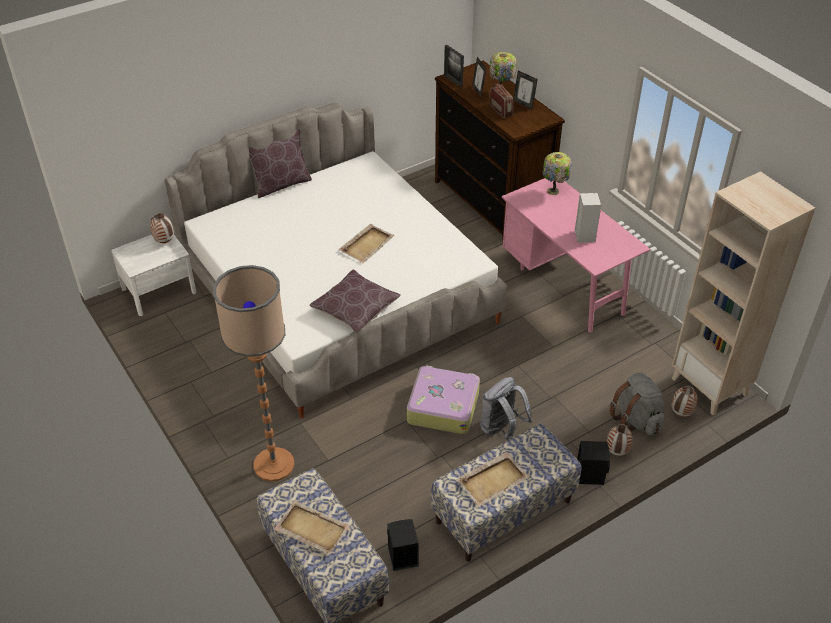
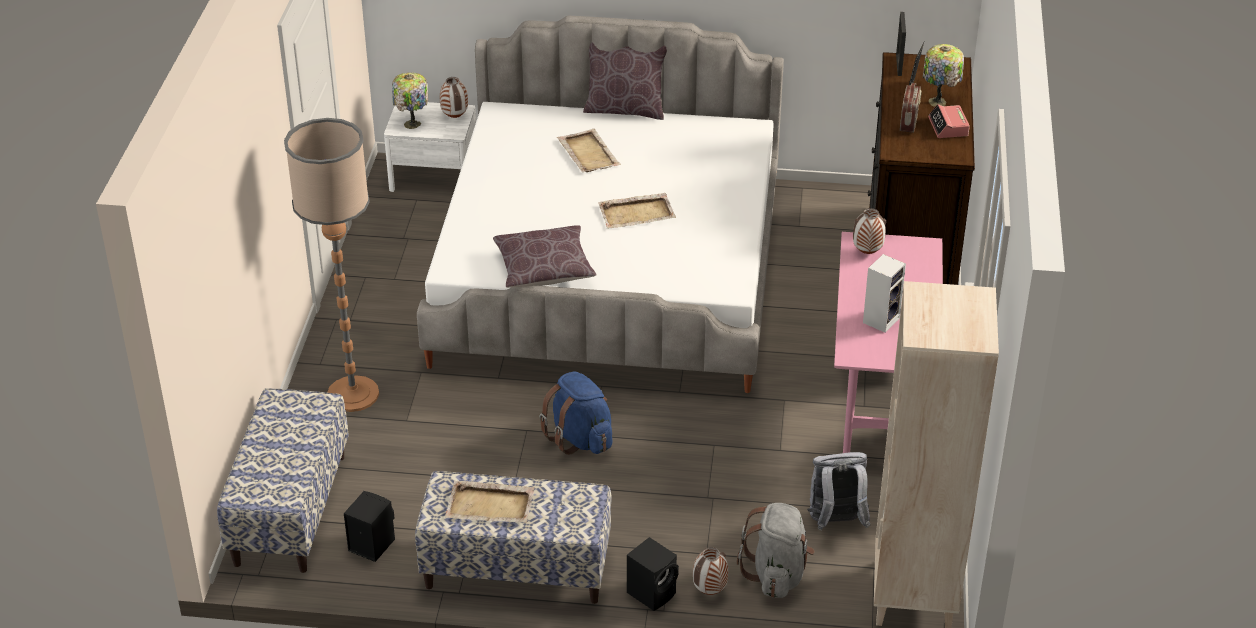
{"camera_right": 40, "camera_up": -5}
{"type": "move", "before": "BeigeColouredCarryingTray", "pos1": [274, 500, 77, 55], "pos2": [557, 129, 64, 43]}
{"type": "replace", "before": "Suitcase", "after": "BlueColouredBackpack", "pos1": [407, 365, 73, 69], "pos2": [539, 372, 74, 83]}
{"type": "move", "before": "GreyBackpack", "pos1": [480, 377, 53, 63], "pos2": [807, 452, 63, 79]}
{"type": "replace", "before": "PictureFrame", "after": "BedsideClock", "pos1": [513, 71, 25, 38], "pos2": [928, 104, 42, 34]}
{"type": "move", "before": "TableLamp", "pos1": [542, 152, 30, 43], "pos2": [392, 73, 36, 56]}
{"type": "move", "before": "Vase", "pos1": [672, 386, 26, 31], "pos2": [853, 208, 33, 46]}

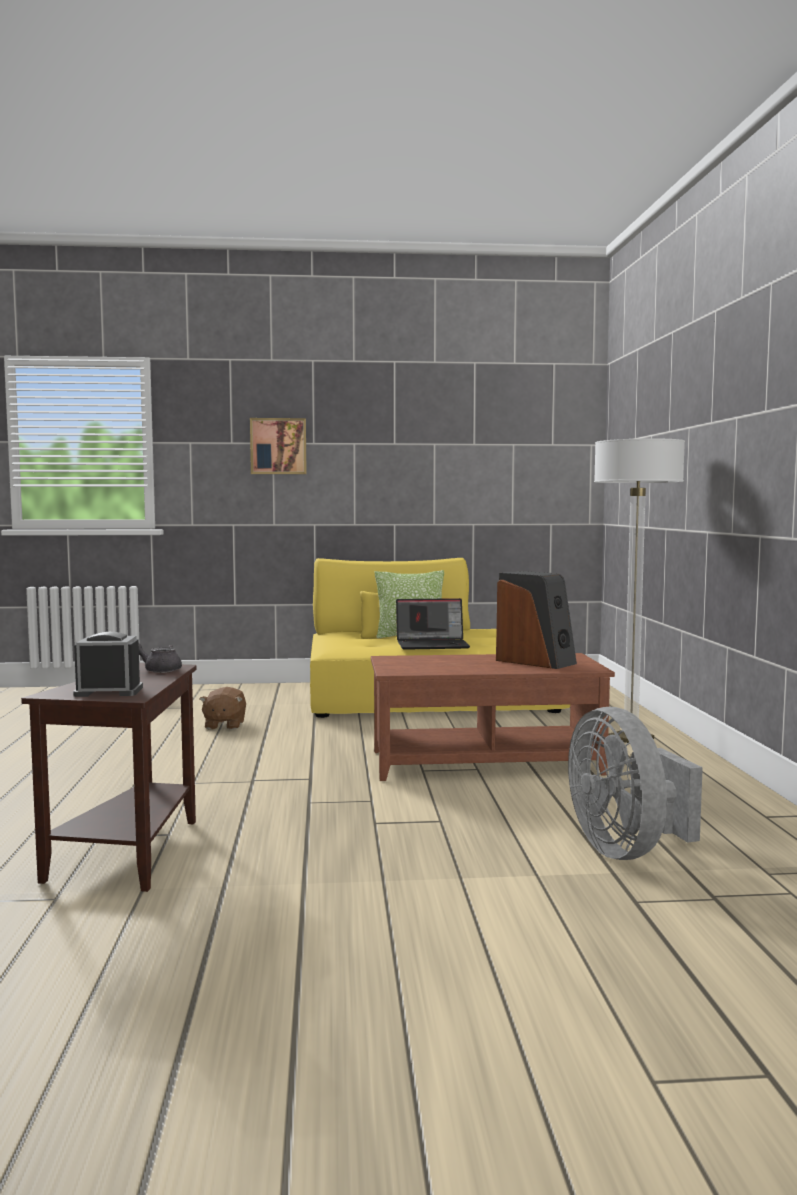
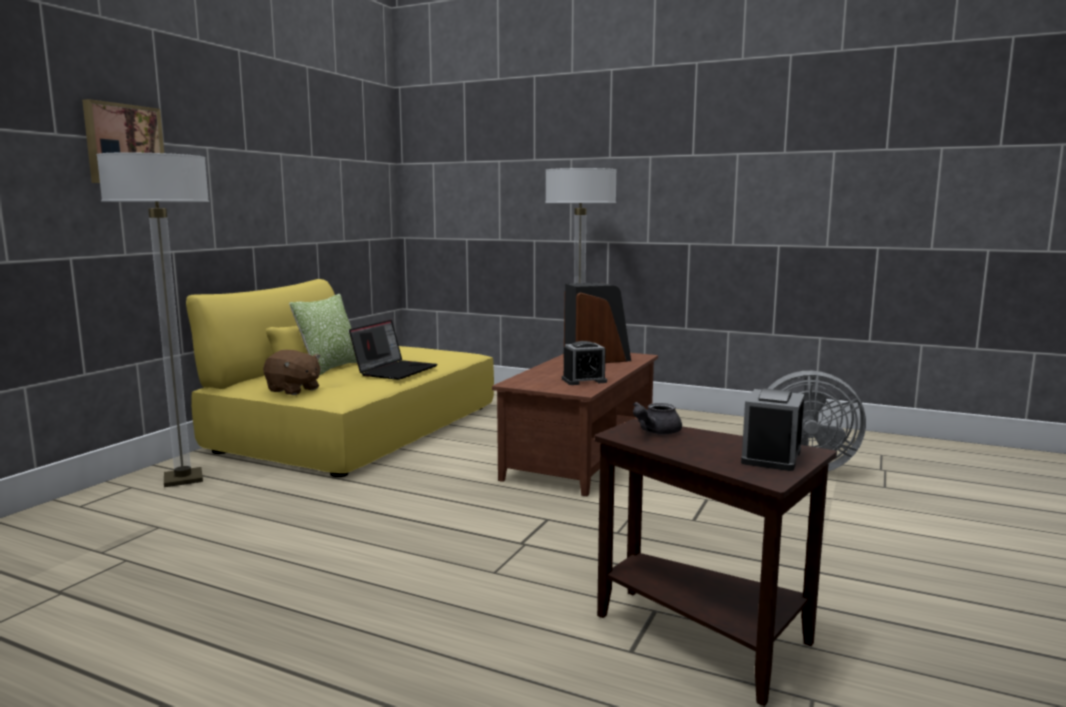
{"camera_right": -60, "camera_up": 5}
{"type": "move", "before": "BrownCuddlyToy", "pos1": [199, 687, 47, 43], "pos2": [263, 350, 57, 45]}
{"type": "insert", "after": "FloorLamp", "pos2": [96, 152, 113, 335]}
{"type": "insert", "after": "BedsideClock", "pos2": [562, 341, 45, 44]}

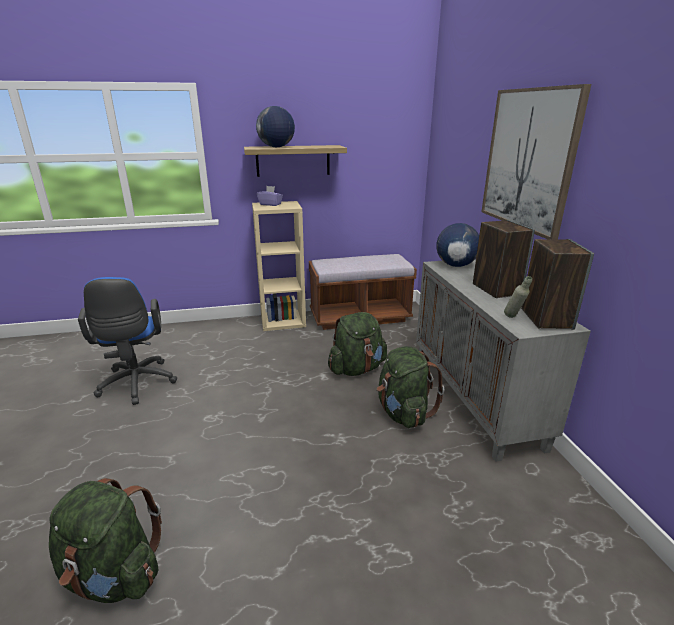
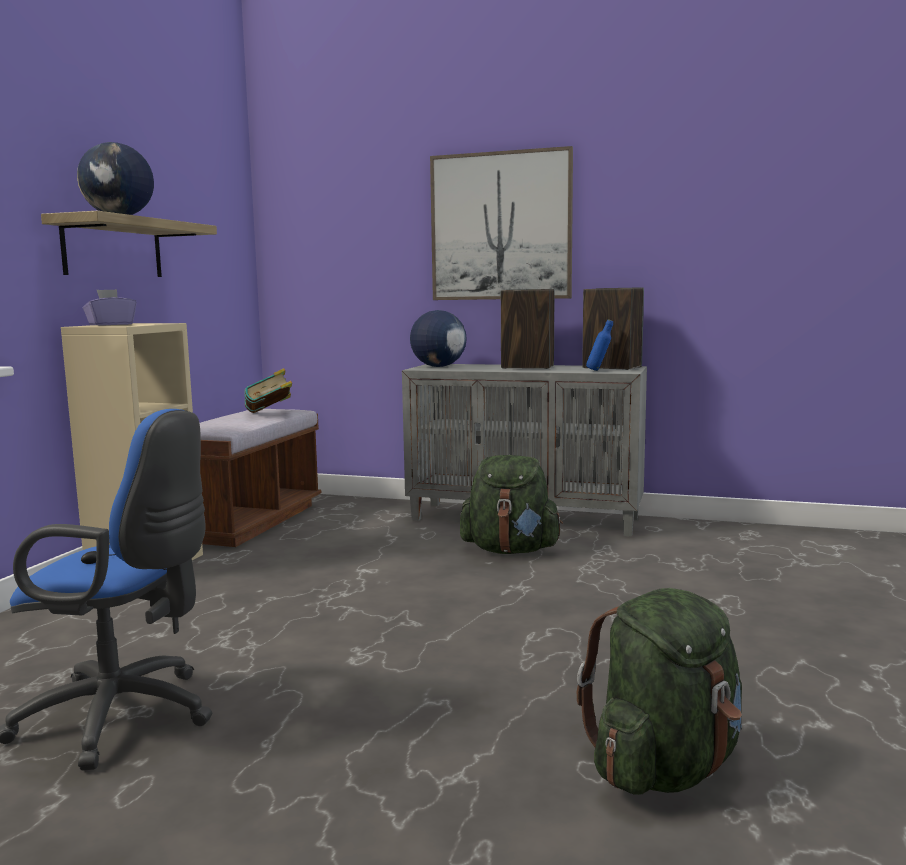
{"camera_right": -60, "camera_up": -15}
{"type": "delete", "before": "GreenColouredBackpack", "pos1": [328, 312, 59, 64]}
{"type": "recolor", "before": "GreyDrinkBottle", "after": "BlueColouredDrinkBottle", "pos1": [504, 276, 28, 42], "pos2": [586, 319, 27, 52]}
{"type": "insert", "after": "Book", "pos2": [244, 368, 48, 45]}

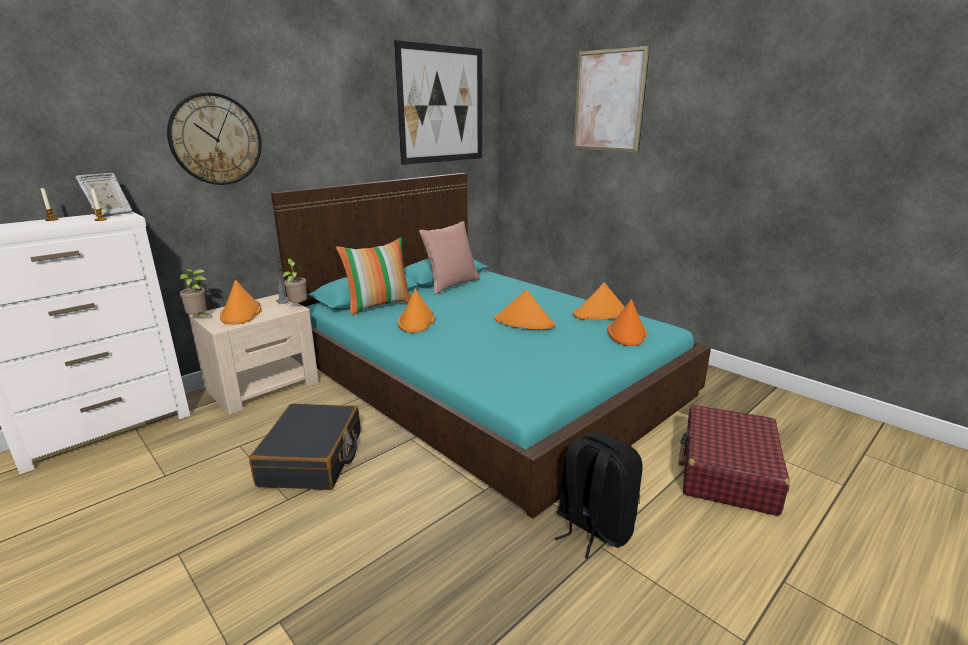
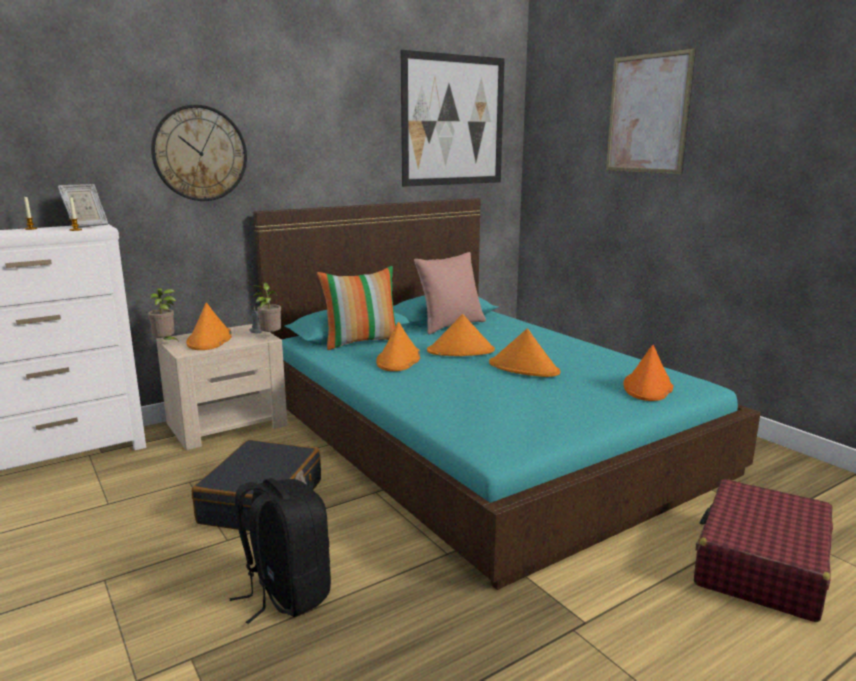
{"camera_right": 10, "camera_up": -5}
{"type": "move", "before": "BlackishBackpack", "pos1": [554, 432, 89, 127], "pos2": [230, 478, 101, 146]}
{"type": "move", "before": "OrangeyHat", "pos1": [573, 282, 52, 38], "pos2": [427, 314, 68, 42]}

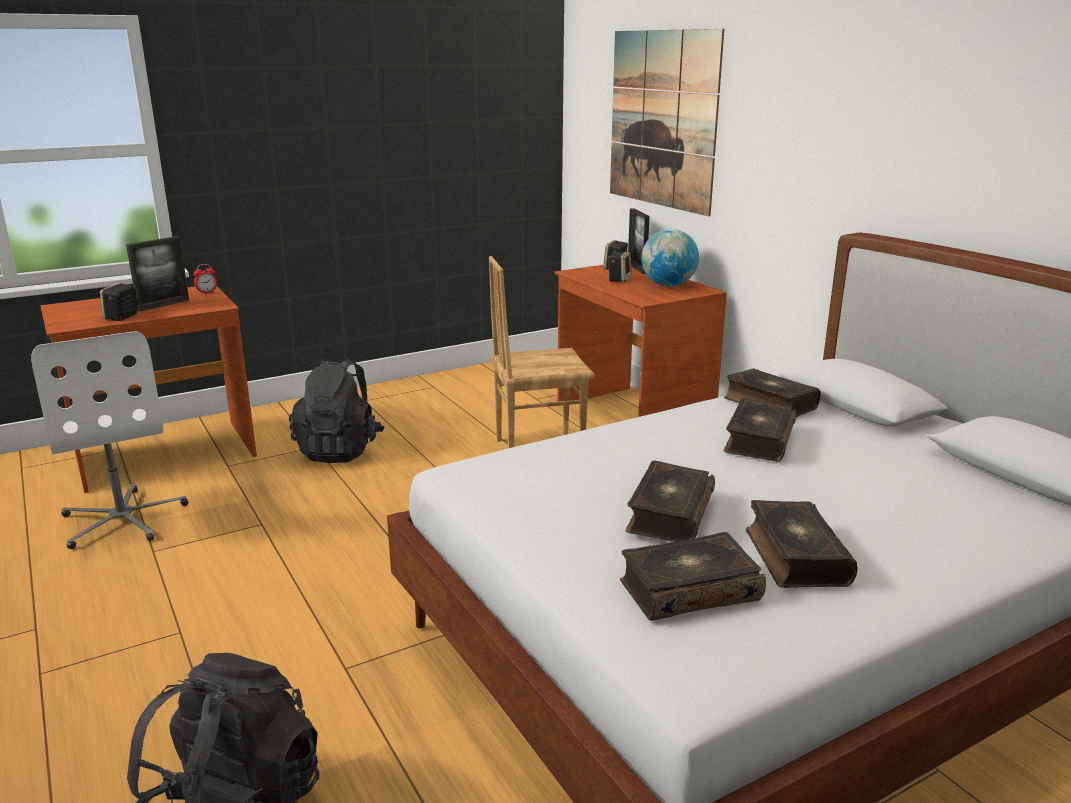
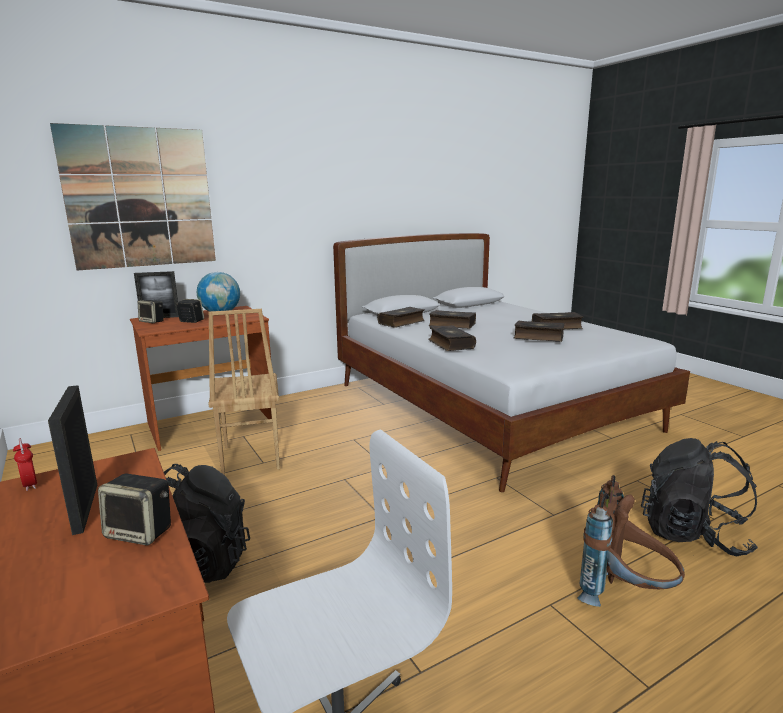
{"camera_right": -90, "camera_up": -5}
{"type": "rotate", "before": "PictureFrame", "pos1": [126, 236, 63, 75], "pos2": [48, 385, 49, 150], "turn": -150}
{"type": "move", "before": "Book", "pos1": [620, 532, 146, 89], "pos2": [428, 325, 48, 26]}
{"type": "insert", "after": "BrownBackpack", "pos2": [578, 475, 107, 132]}

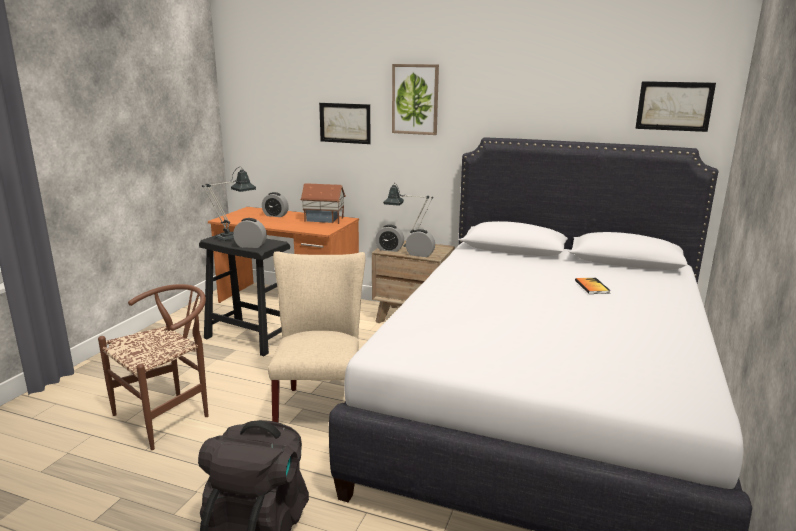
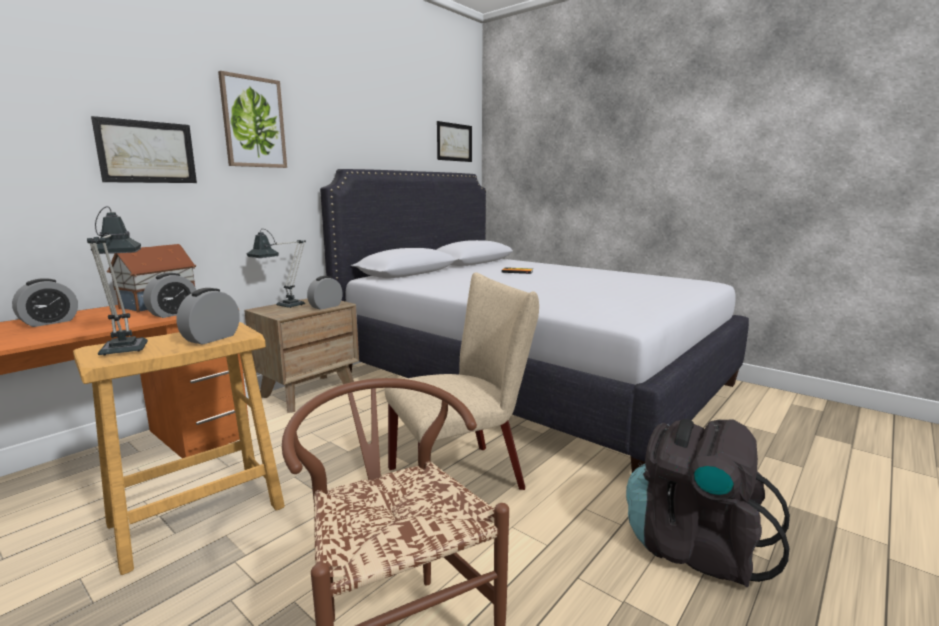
{"camera_right": -70, "camera_up": -5}
{"type": "recolor", "before": "BlackishSittingStool", "after": "BeigeColouredSittingStool", "pos1": [199, 232, 91, 124], "pos2": [73, 322, 212, 253]}
{"type": "rotate", "before": "BeigeColouredChair", "pos1": [268, 251, 97, 172], "pos2": [385, 272, 154, 218], "turn": 135}
{"type": "move", "before": "BedsideClock", "pos1": [375, 225, 29, 27], "pos2": [143, 273, 53, 45]}

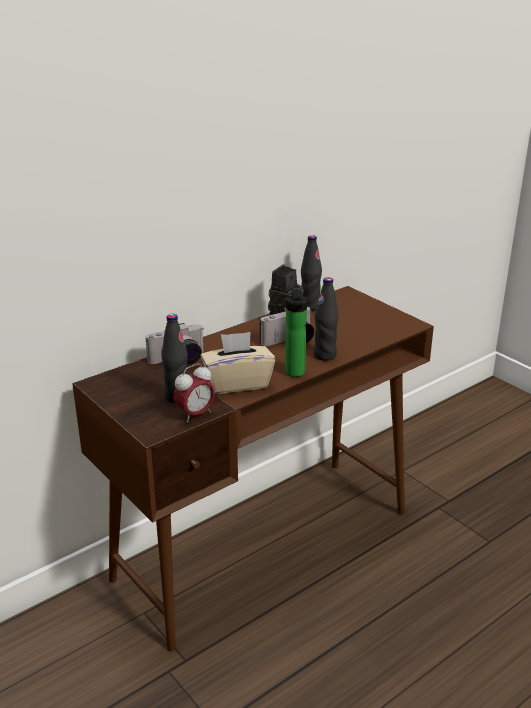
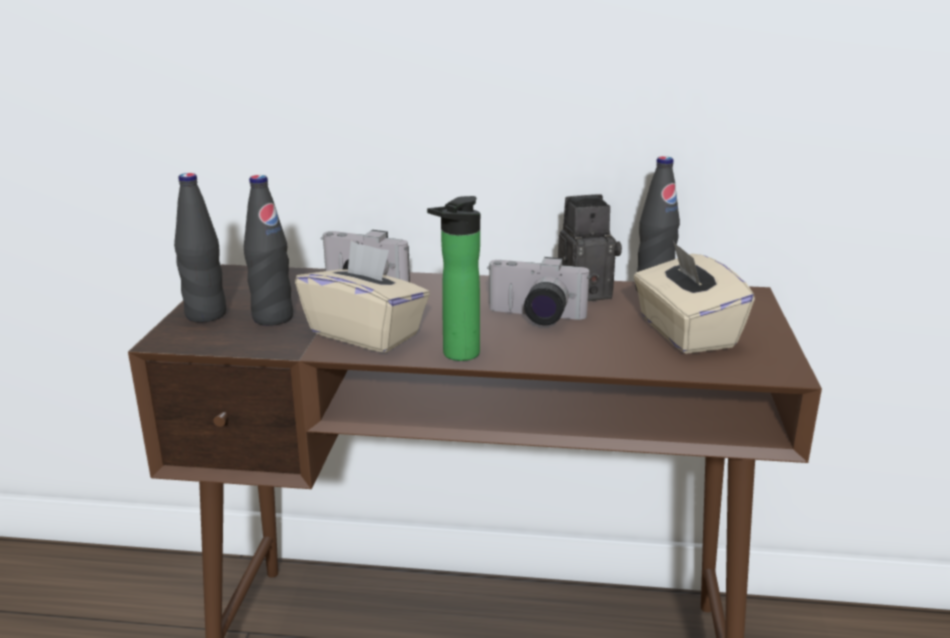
{"camera_right": 45, "camera_up": -5}
{"type": "delete", "before": "BedsideClock", "pos1": [173, 363, 42, 60]}
{"type": "move", "before": "BlackishDrinkBottle", "pos1": [313, 277, 25, 84], "pos2": [174, 173, 52, 149]}
{"type": "insert", "after": "BeigeColouredBoxOfTissues", "pos2": [634, 241, 121, 113]}

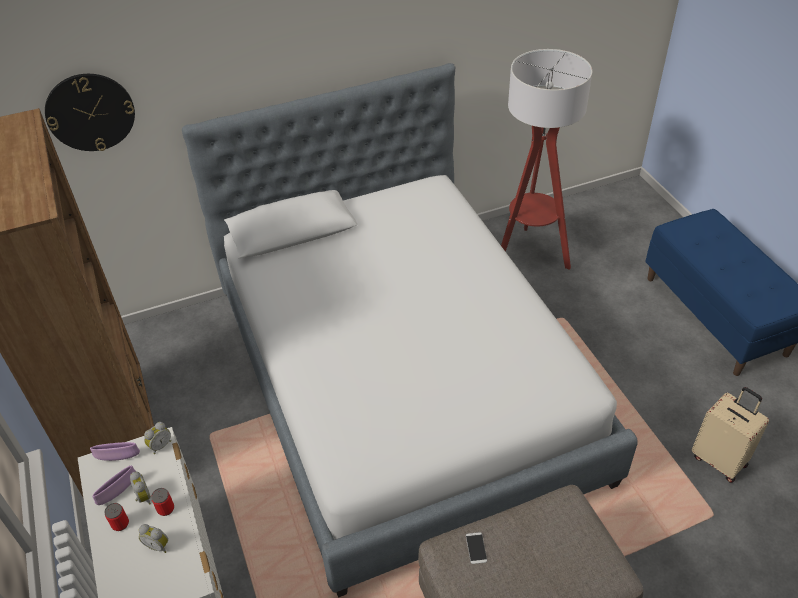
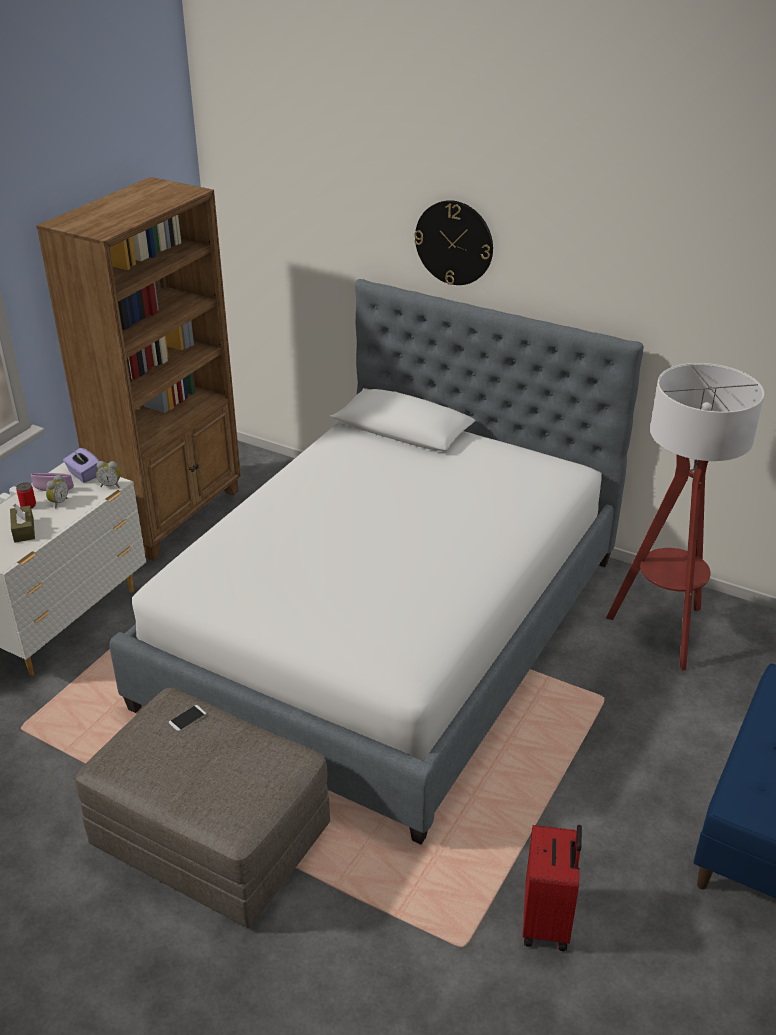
{"camera_right": 50, "camera_up": -10}
{"type": "move", "before": "WallClock", "pos1": [45, 74, 90, 77], "pos2": [414, 200, 79, 85]}
{"type": "replace", "before": "PurpleColouredBowl", "after": "PurpleColouredBoxOfTissues", "pos1": [90, 442, 50, 19], "pos2": [63, 448, 36, 35]}
{"type": "replace", "before": "BedsideClock", "after": "BrownBoxOfTissues", "pos1": [139, 524, 29, 29], "pos2": [10, 504, 25, 39]}
{"type": "delete", "before": "SealedCan", "pos1": [151, 488, 23, 28]}
{"type": "recolor", "before": "BeigeColouredSuitcase", "after": "RedColouredSuitcase", "pos1": [692, 387, 77, 96], "pos2": [523, 825, 59, 126]}

